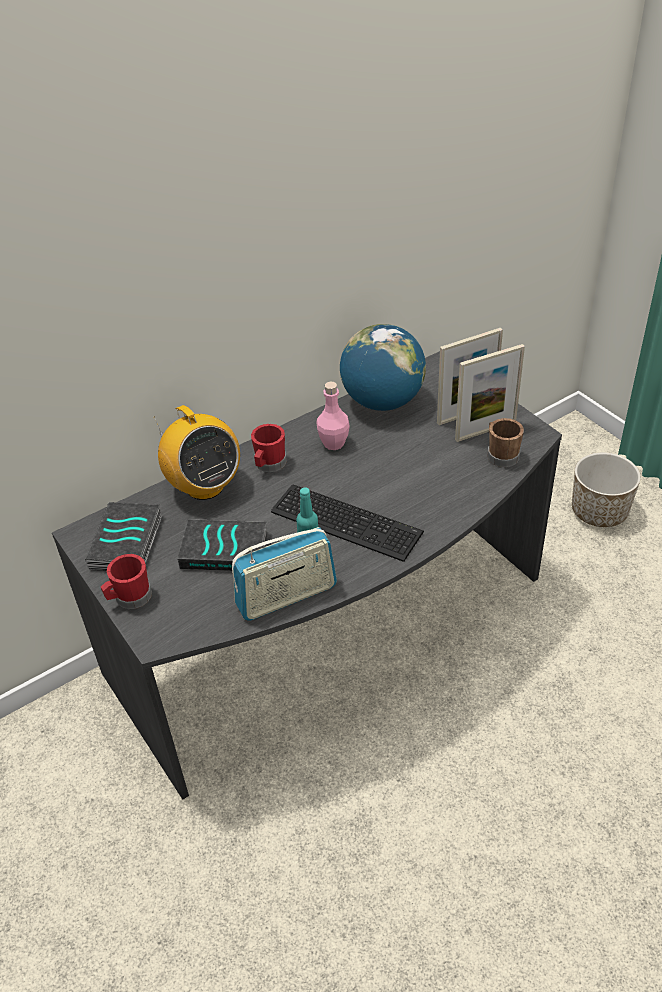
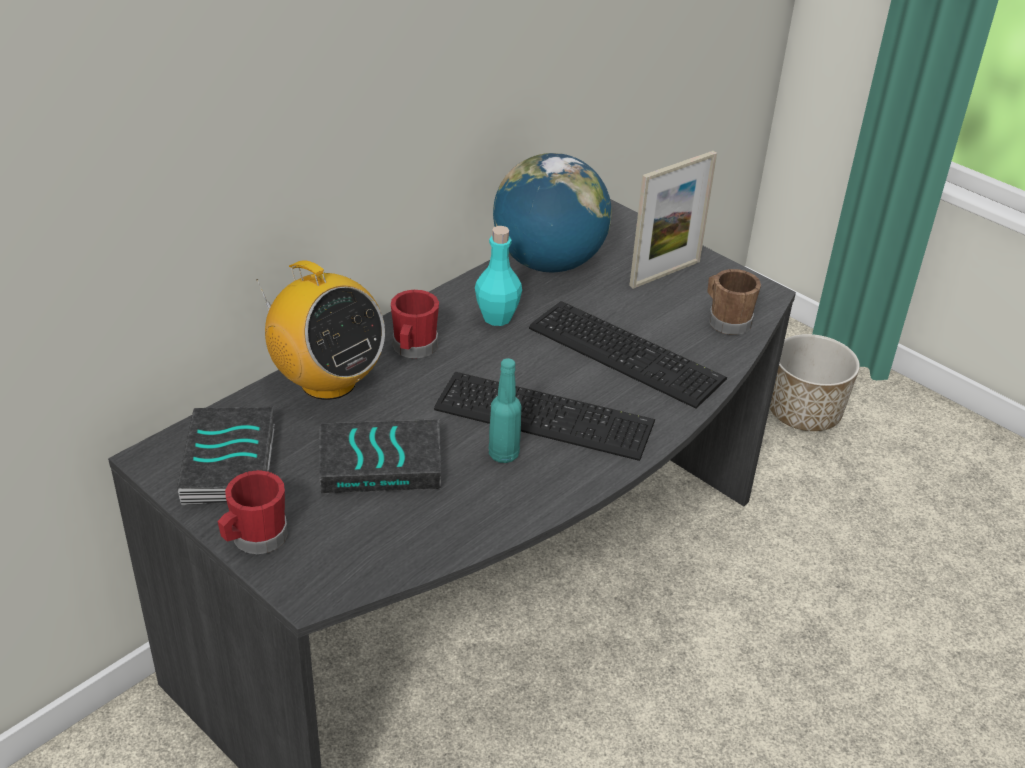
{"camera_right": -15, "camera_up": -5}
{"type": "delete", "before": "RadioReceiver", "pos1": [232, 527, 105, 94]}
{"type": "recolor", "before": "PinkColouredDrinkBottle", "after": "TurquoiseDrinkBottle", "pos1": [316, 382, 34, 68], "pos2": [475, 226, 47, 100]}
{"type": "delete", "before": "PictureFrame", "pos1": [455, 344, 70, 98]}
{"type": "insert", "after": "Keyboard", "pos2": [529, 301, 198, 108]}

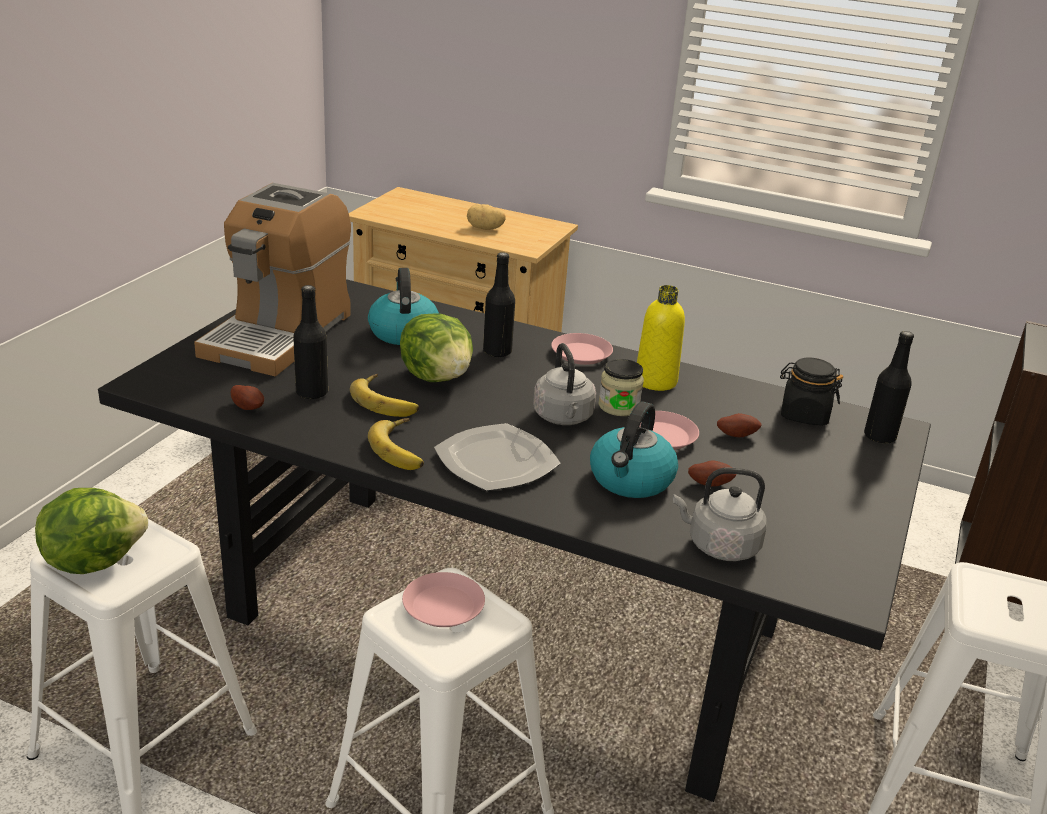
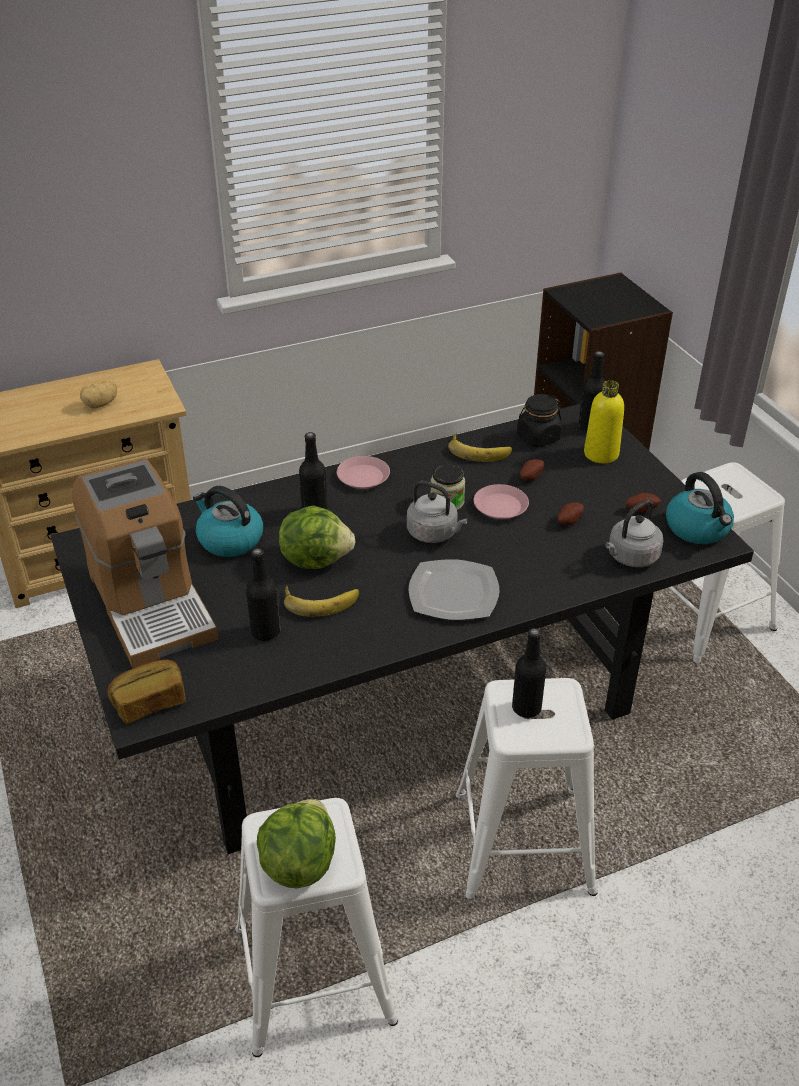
{"camera_right": -45, "camera_up": 10}
{"type": "move", "before": "Spud", "pos1": [231, 385, 33, 25], "pos2": [626, 493, 35, 19]}
{"type": "move", "before": "WholeBanana", "pos1": [368, 418, 56, 52], "pos2": [448, 433, 64, 29]}
{"type": "replace", "before": "PinkColouredFlatDish", "after": "BlackishDrinkBottle", "pos1": [402, 572, 83, 55], "pos2": [512, 628, 34, 90]}
{"type": "move", "before": "WaterKettle", "pos1": [590, 402, 88, 96], "pos2": [666, 472, 68, 72]}
{"type": "move", "before": "YellowishDrinkBottle", "pos1": [637, 285, 48, 106], "pos2": [584, 380, 40, 83]}
{"type": "insert", "after": "BakedBread", "pos2": [107, 660, 79, 64]}

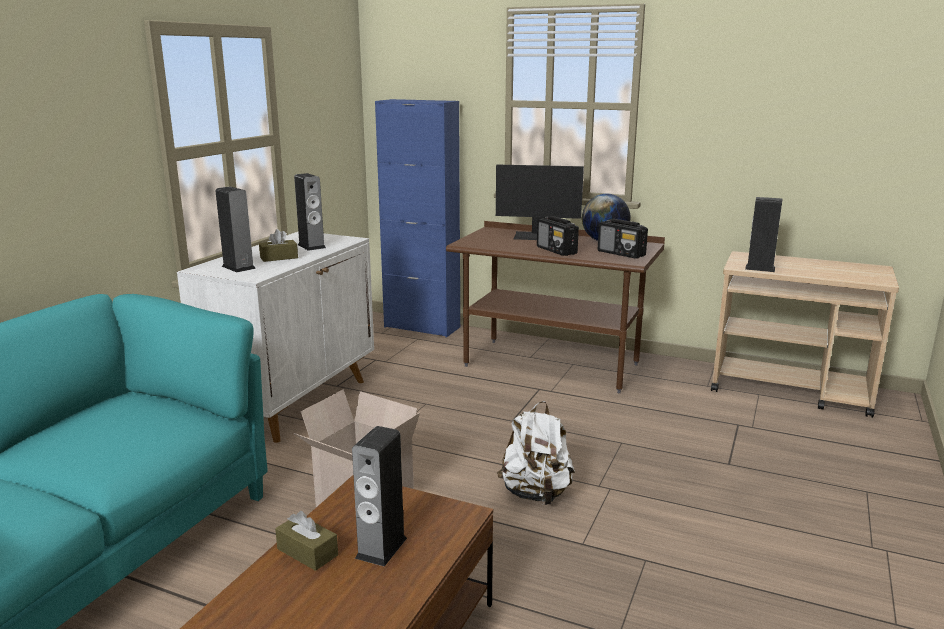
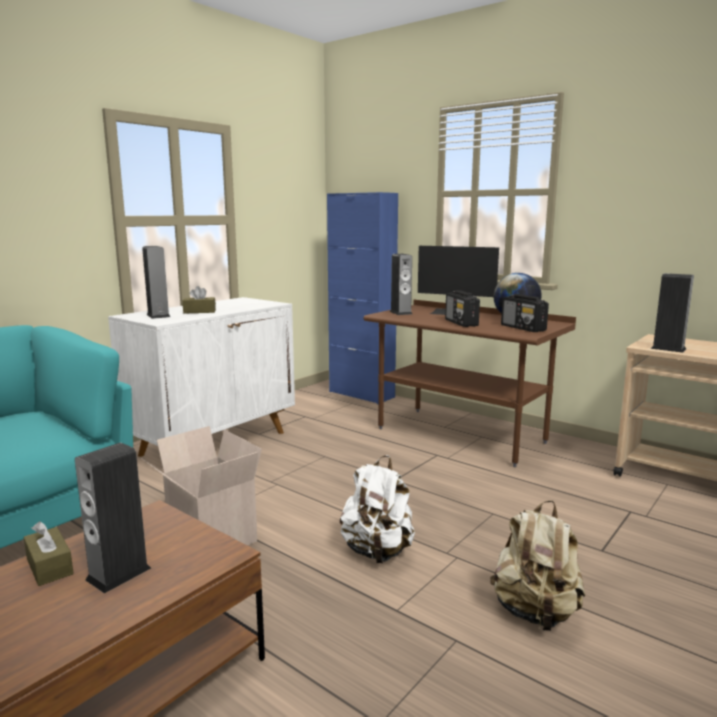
{"camera_right": 15, "camera_up": -5}
{"type": "move", "before": "AudioSpeaker", "pos1": [294, 173, 32, 78], "pos2": [390, 254, 22, 61]}
{"type": "insert", "after": "BeigeColouredBackpack", "pos2": [490, 500, 96, 131]}

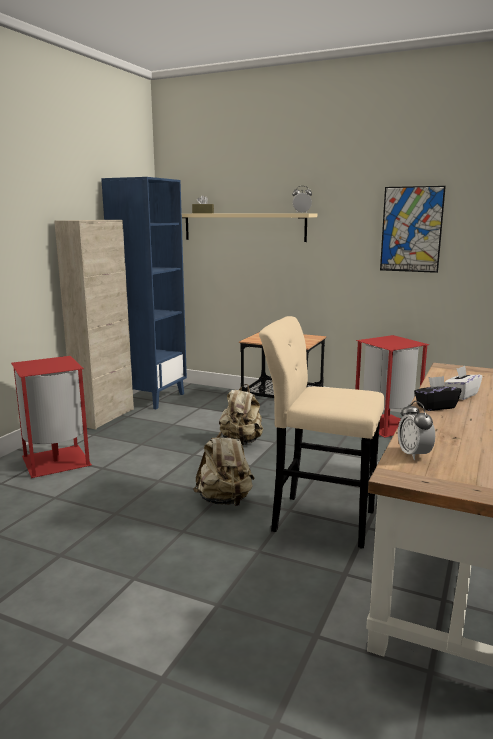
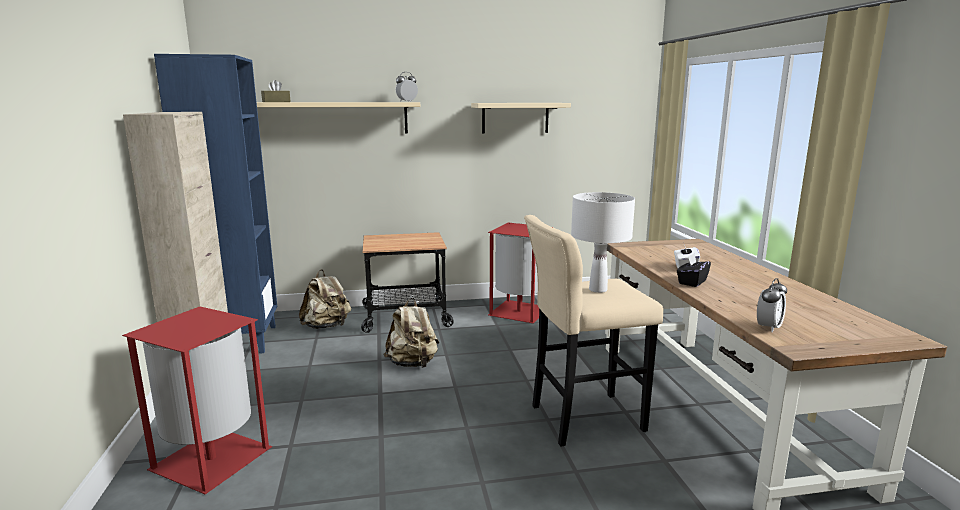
{"camera_right": -35, "camera_up": 0}
{"type": "move", "before": "BeigeColouredBackpack", "pos1": [193, 428, 62, 78], "pos2": [299, 270, 52, 59]}
{"type": "replace", "before": "Picture", "after": "BeigeColouredWallShelf", "pos1": [380, 186, 66, 87], "pos2": [471, 103, 100, 30]}
{"type": "rotate", "before": "BedsideClock", "pos1": [398, 401, 37, 59], "pos2": [757, 278, 30, 55], "turn": -90}
{"type": "insert", "after": "WhiteTableLamp", "pos2": [571, 192, 64, 101]}

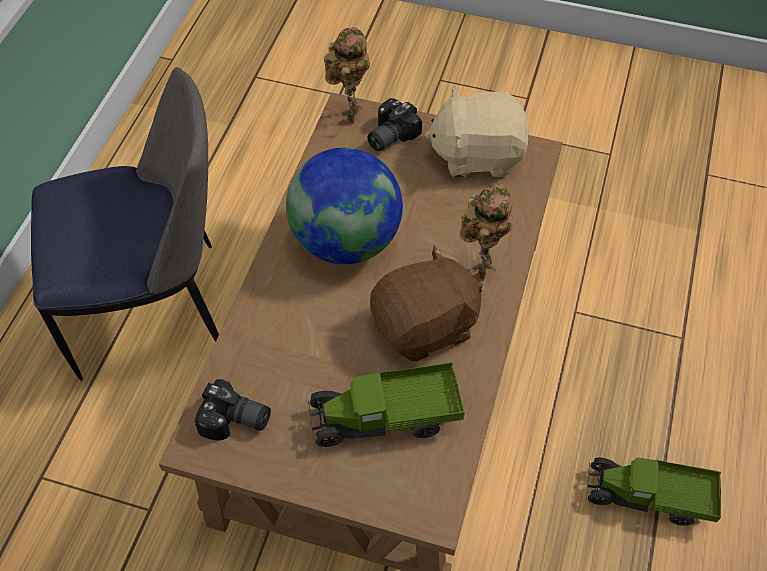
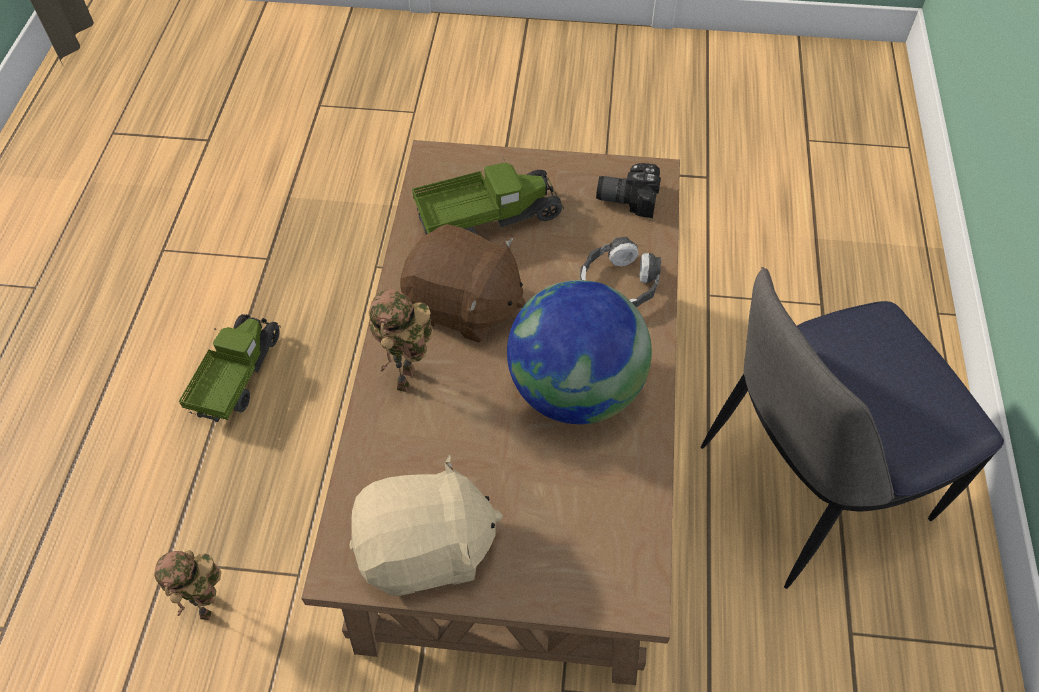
{"camera_right": 170, "camera_up": 0}
{"type": "move", "before": "ToyRobot", "pos1": [324, 27, 46, 97], "pos2": [154, 550, 67, 70]}
{"type": "delete", "before": "StillCamera", "pos1": [367, 98, 55, 53]}
{"type": "rotate", "before": "BrownCuddlyToy", "pos1": [370, 245, 113, 116], "pos2": [400, 224, 126, 119], "turn": -120}
{"type": "rotate", "before": "ToyLorry", "pos1": [586, 458, 135, 68], "pos2": [179, 314, 102, 108], "turn": -75}
{"type": "insert", "after": "PairOfHeadphones", "pos2": [580, 237, 81, 70]}

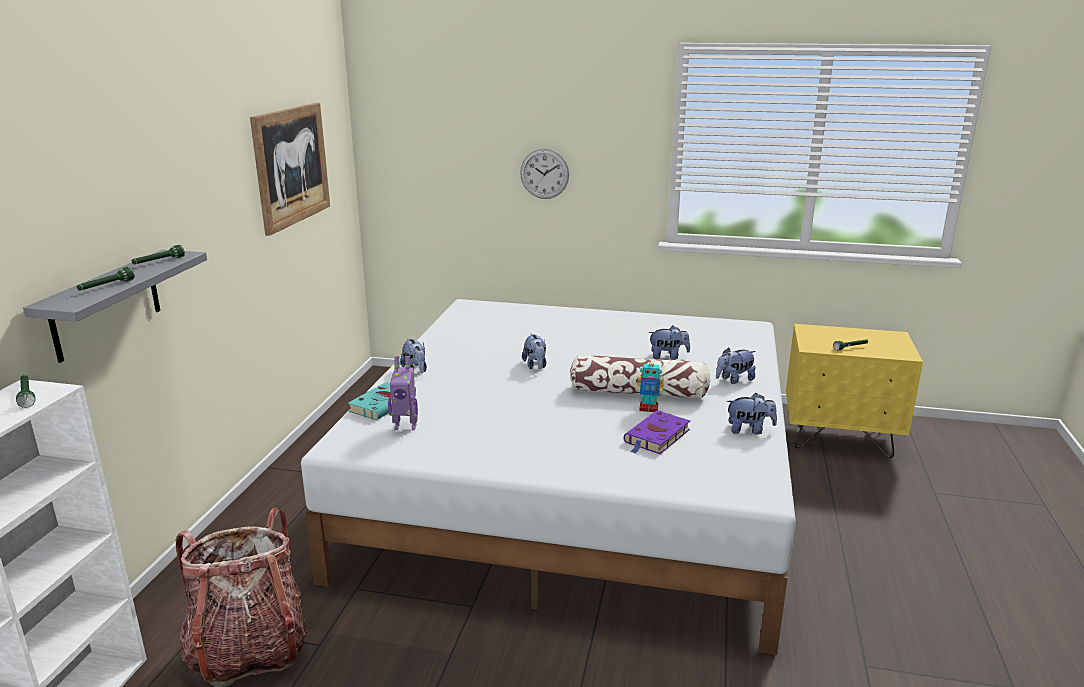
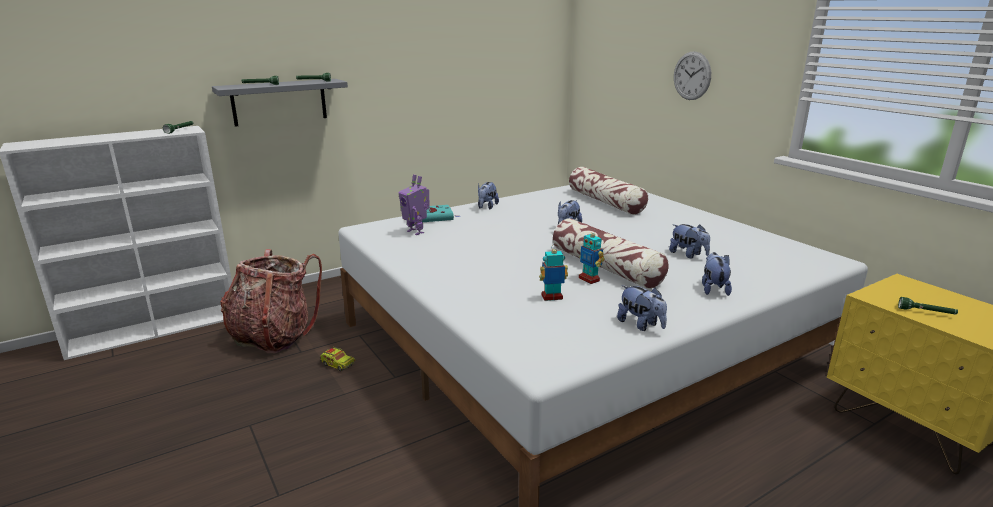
{"camera_right": 45, "camera_up": 0}
{"type": "delete", "before": "Picture", "pos1": [250, 103, 80, 133]}
{"type": "replace", "before": "PurpleColouredBook", "after": "ToyRobot", "pos1": [624, 410, 66, 44], "pos2": [539, 244, 29, 57]}
{"type": "rotate", "before": "CuddlyToy", "pos1": [716, 347, 40, 37], "pos2": [702, 252, 30, 44], "turn": 75}
{"type": "insert", "after": "ToyLorry", "pos2": [320, 347, 35, 24]}
{"type": "insert", "after": "Pillow", "pos2": [569, 167, 79, 48]}

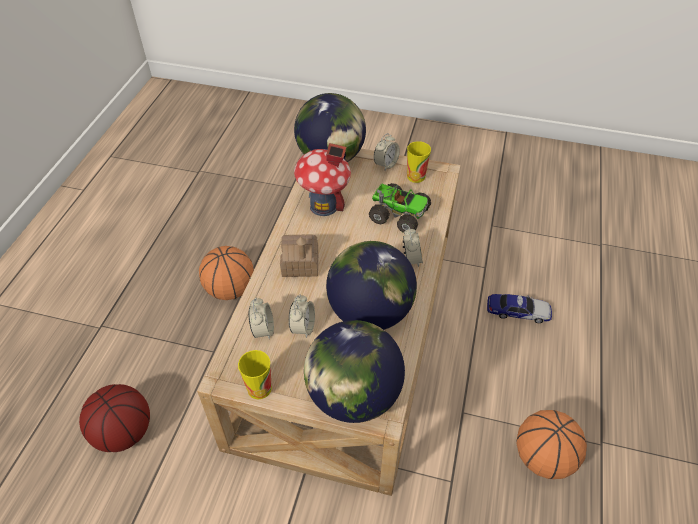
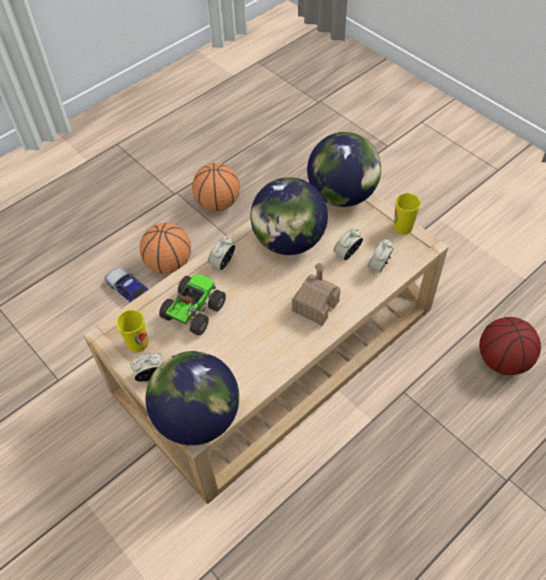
{"camera_right": -145, "camera_up": 5}
{"type": "move", "before": "BallForBasketball", "pos1": [199, 246, 55, 54], "pos2": [140, 223, 51, 51]}
{"type": "delete", "before": "MiniatureHouse", "pos1": [294, 143, 57, 73]}
{"type": "rotate", "before": "ToyLorry", "pos1": [369, 183, 62, 50], "pos2": [159, 274, 67, 62], "turn": 60}

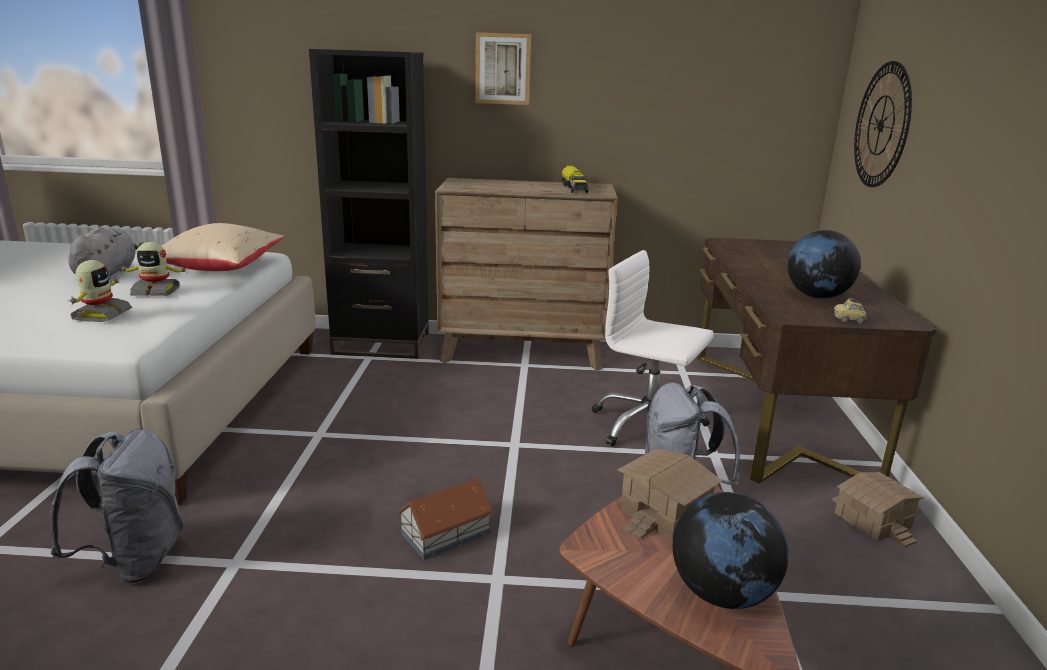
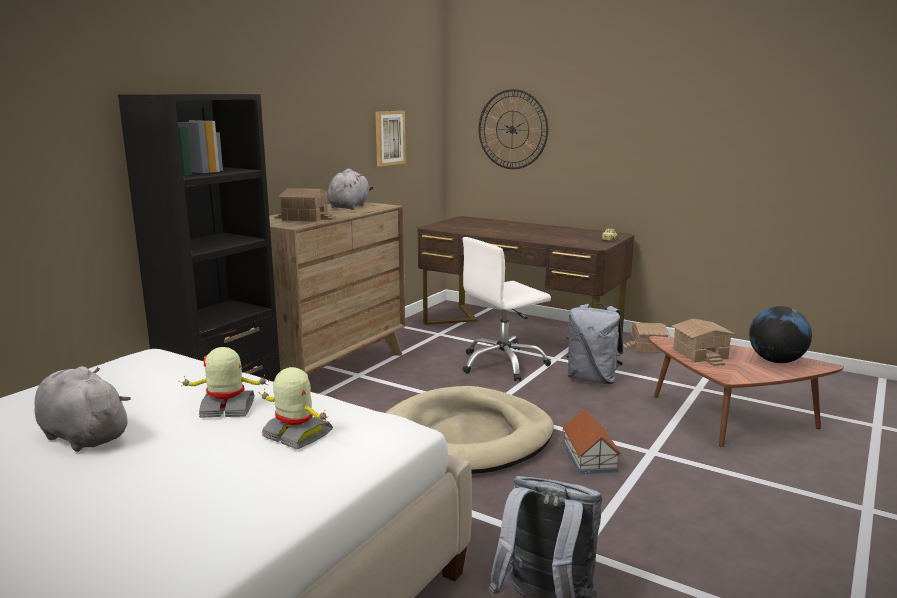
{"camera_right": -60, "camera_up": -5}
{"type": "rotate", "before": "ToyRobot", "pos1": [119, 242, 69, 54], "pos2": [179, 347, 90, 71], "turn": -120}
{"type": "delete", "before": "BeigeColouredPillow", "pos1": [162, 223, 122, 48]}
{"type": "move", "before": "Picture", "pos1": [475, 32, 56, 73], "pos2": [376, 111, 30, 56]}
{"type": "replace", "before": "ToyLorry", "after": "GreyCuddlyToy", "pos1": [561, 165, 28, 28], "pos2": [327, 168, 46, 42]}
{"type": "delete", "before": "WorldGlobe", "pos1": [787, 230, 74, 69]}
{"type": "insert", "after": "MiniatureHouse", "pos2": [275, 188, 61, 34]}
{"type": "insert", "after": "BeigeColouredDogCushion", "pos2": [385, 386, 169, 88]}

